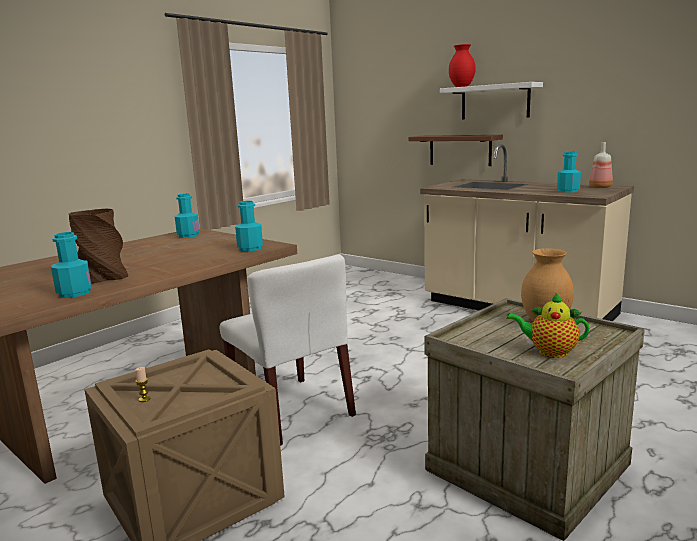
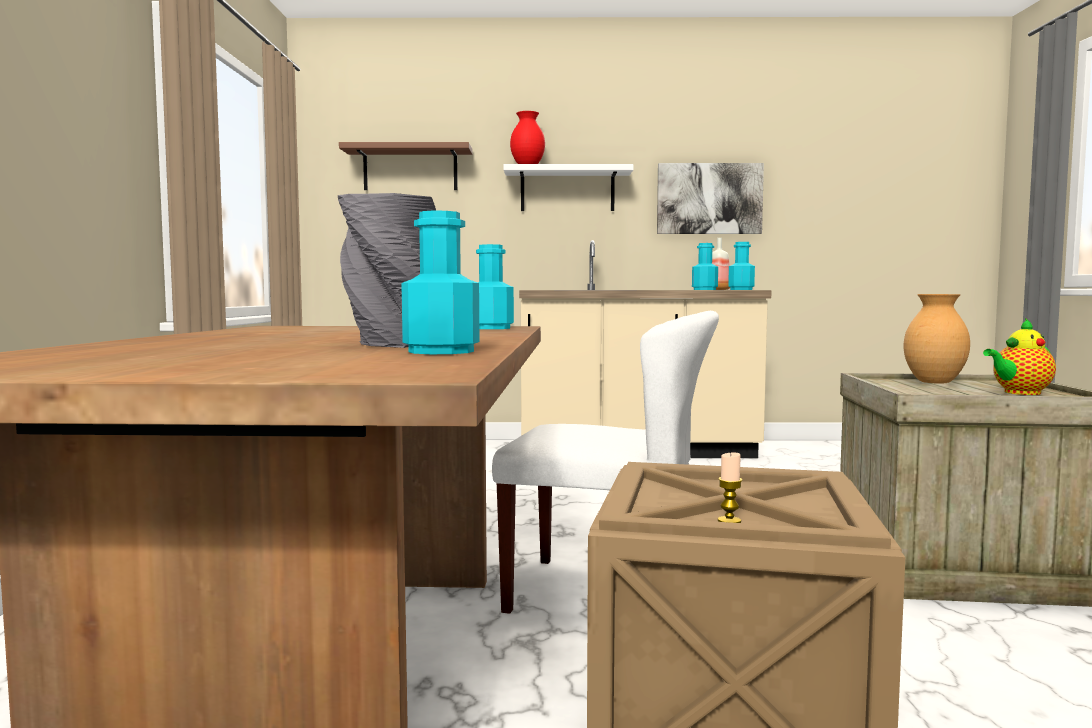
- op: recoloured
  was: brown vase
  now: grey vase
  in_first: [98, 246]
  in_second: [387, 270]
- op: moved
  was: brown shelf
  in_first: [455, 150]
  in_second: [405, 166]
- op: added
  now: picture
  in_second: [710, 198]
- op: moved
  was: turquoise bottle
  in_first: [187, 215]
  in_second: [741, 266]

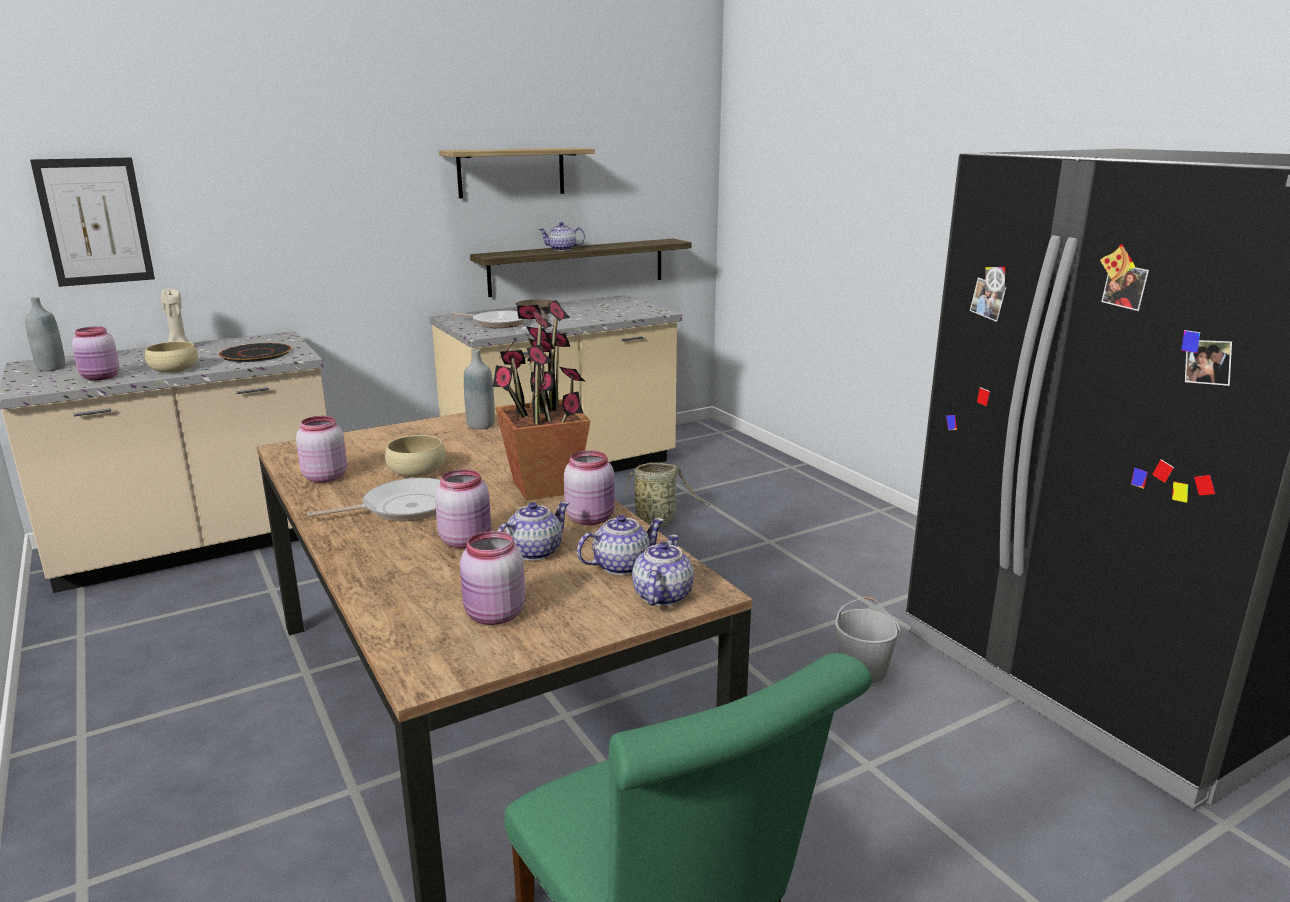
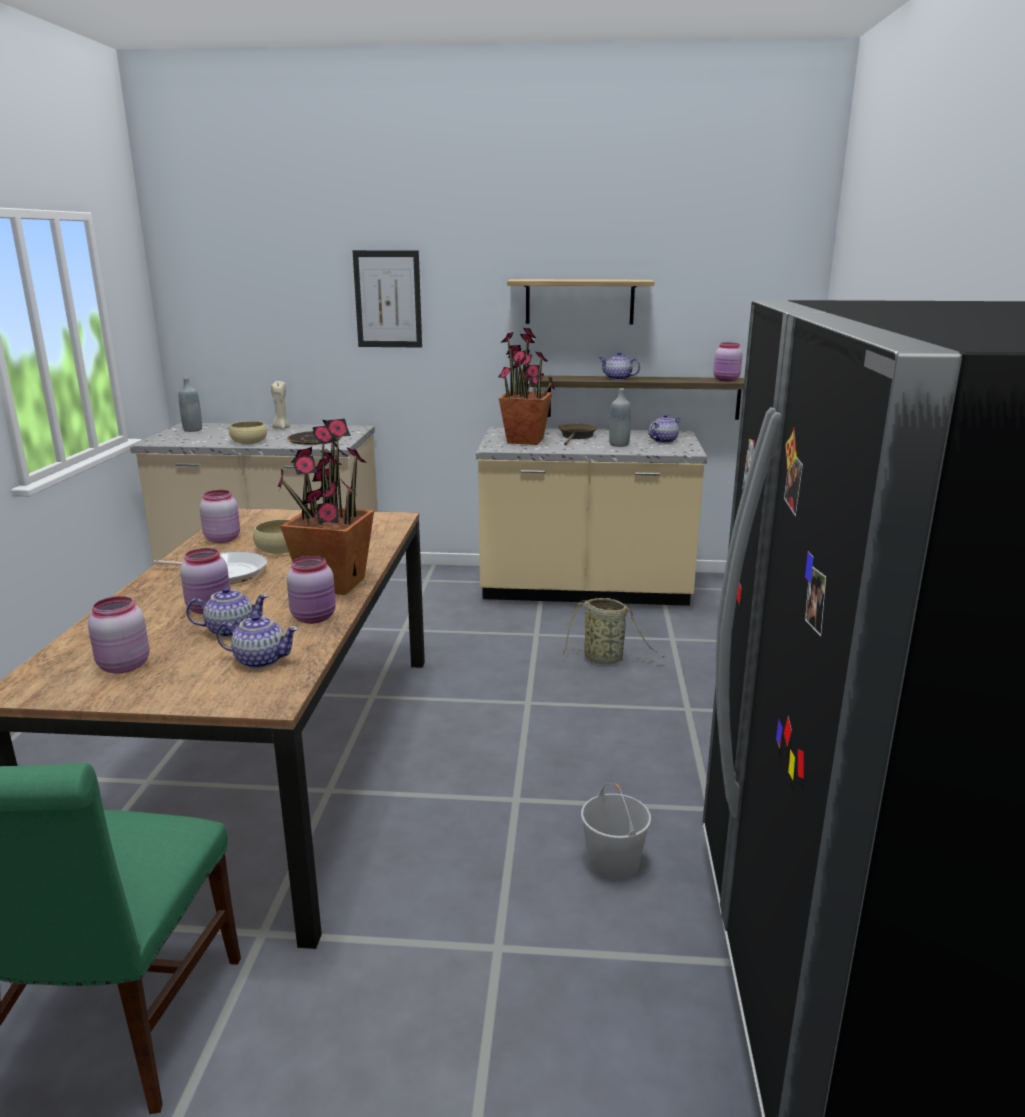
- op: moved
  was: picture
  in_first: [92, 222]
  in_second: [387, 299]
- op: replaced
  was: frying pan
  now: potted plant
  in_first: [489, 319]
  in_second: [526, 386]
- op: moved
  was: grey bottle
  in_first: [479, 389]
  in_second: [620, 418]
- op: moved
  was: teapot
  in_first: [663, 570]
  in_second: [664, 428]
- op: moved
  was: pink jar
  in_first: [95, 353]
  in_second: [728, 362]

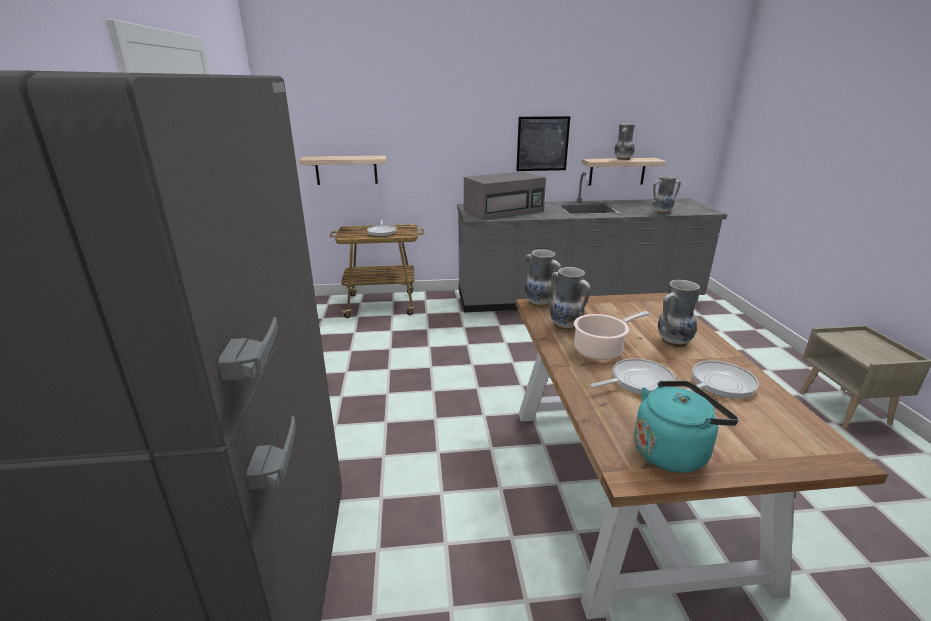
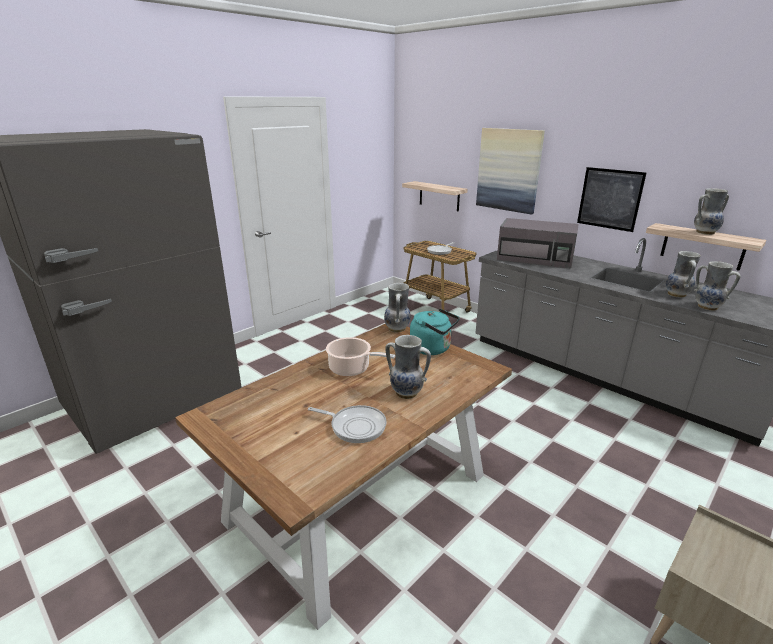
- op: moved
  was: turquoise kettle
  in_first: [686, 427]
  in_second: [435, 331]
- op: added
  now: picture
  in_second: [510, 171]
- op: moved
  was: vase
  in_first: [570, 299]
  in_second: [683, 274]
- op: removed
  was: frying pan
  in_first: [633, 376]

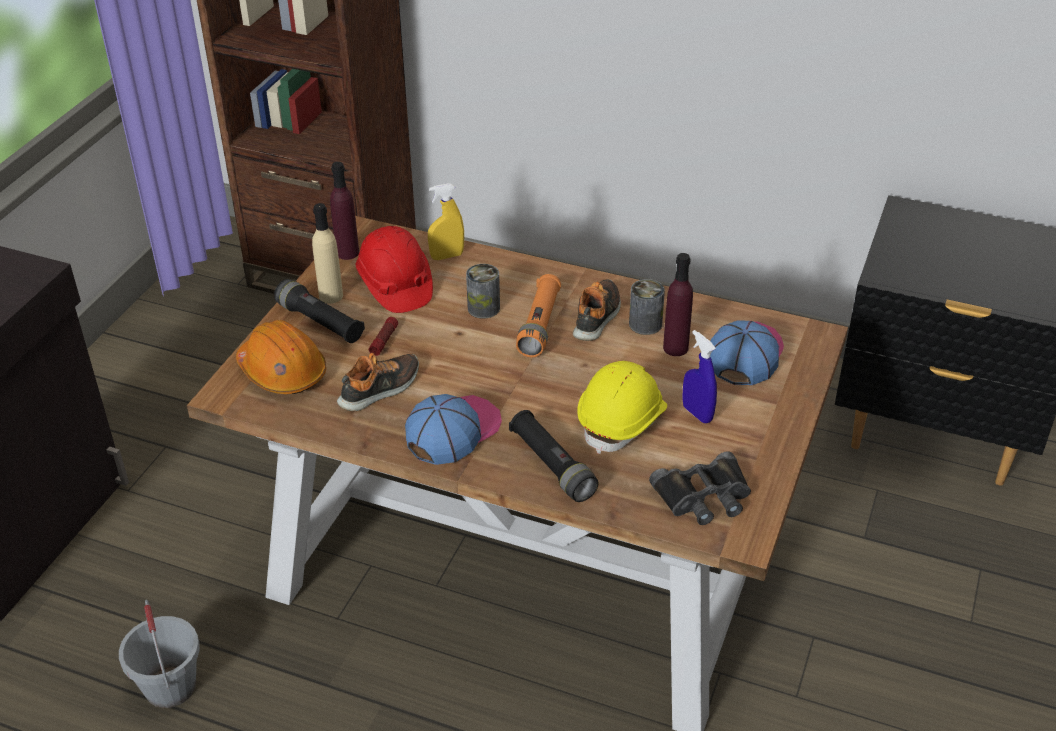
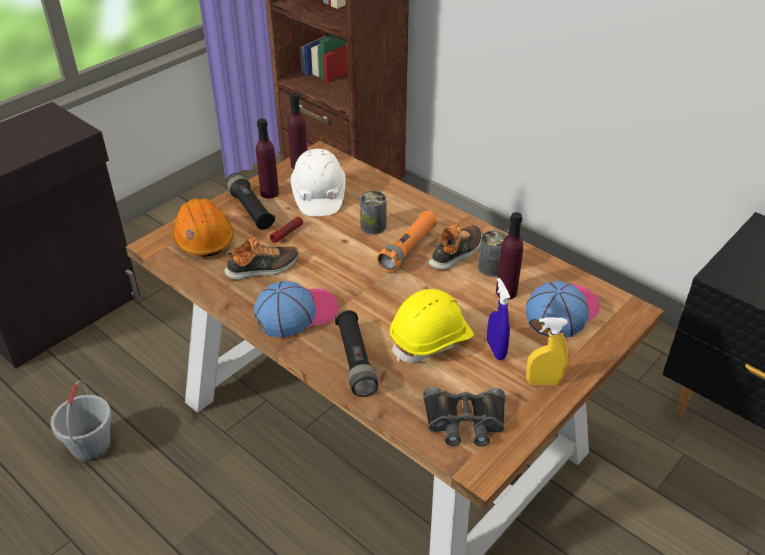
- op: recoloured
  was: beige bottle
  now: purple bottle
  in_first: [327, 253]
  in_second: [267, 158]
- op: recoloured
  was: red hard hat
  now: white hard hat
  in_first: [394, 269]
  in_second: [318, 182]
- op: moved
  was: yellow spray bottle
  in_first: [446, 221]
  in_second: [547, 351]

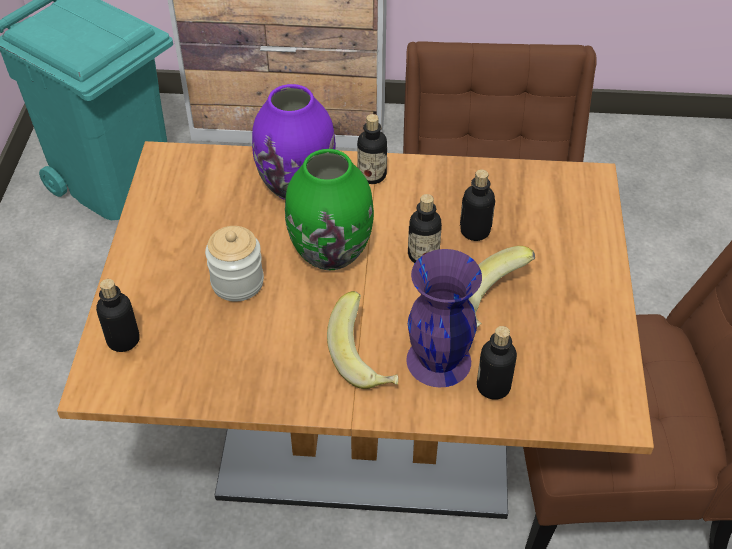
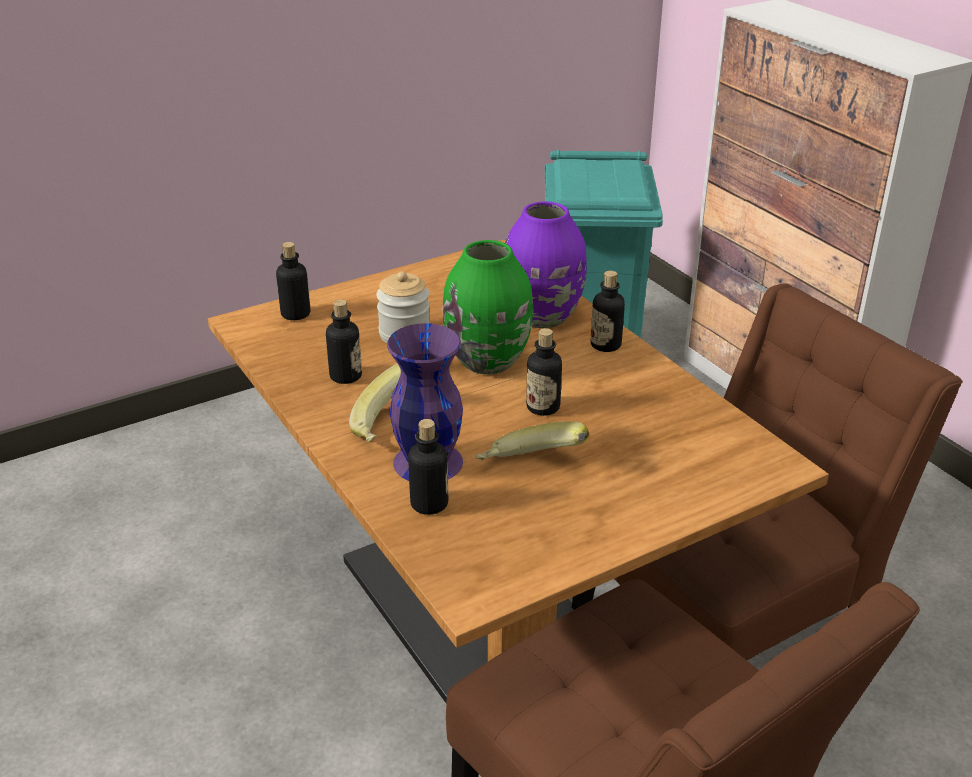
- op: moved
  was: bottle
  in_first: [477, 205]
  in_second: [344, 341]

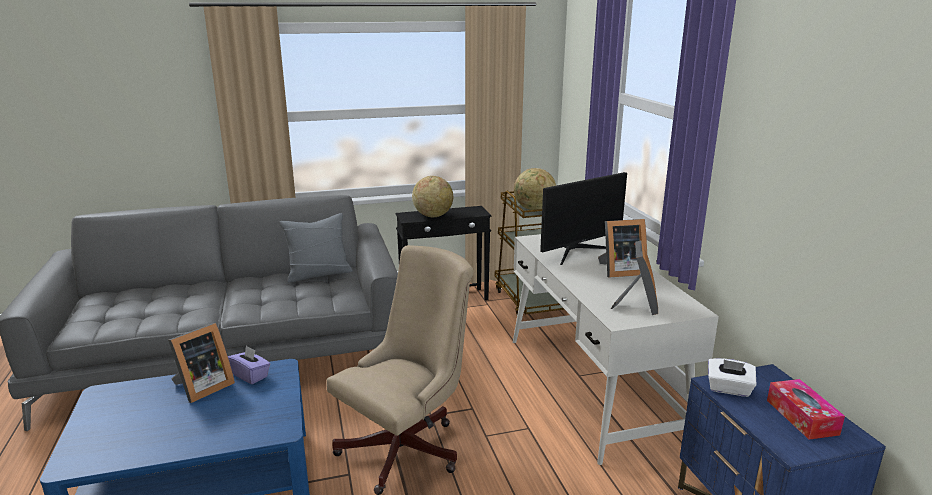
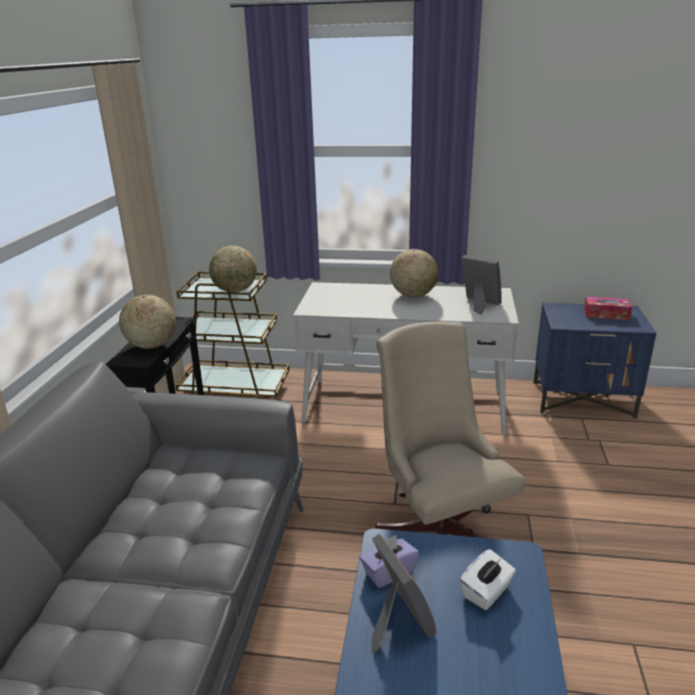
- op: replaced
  was: picture frame
  now: globe
  in_first: [622, 248]
  in_second: [414, 273]
- op: moved
  was: white tissue box
  in_first: [732, 377]
  in_second: [488, 579]
- op: removed
  was: grey pillow
  in_first: [316, 248]
- op: removed
  was: monitor
  in_first: [583, 218]

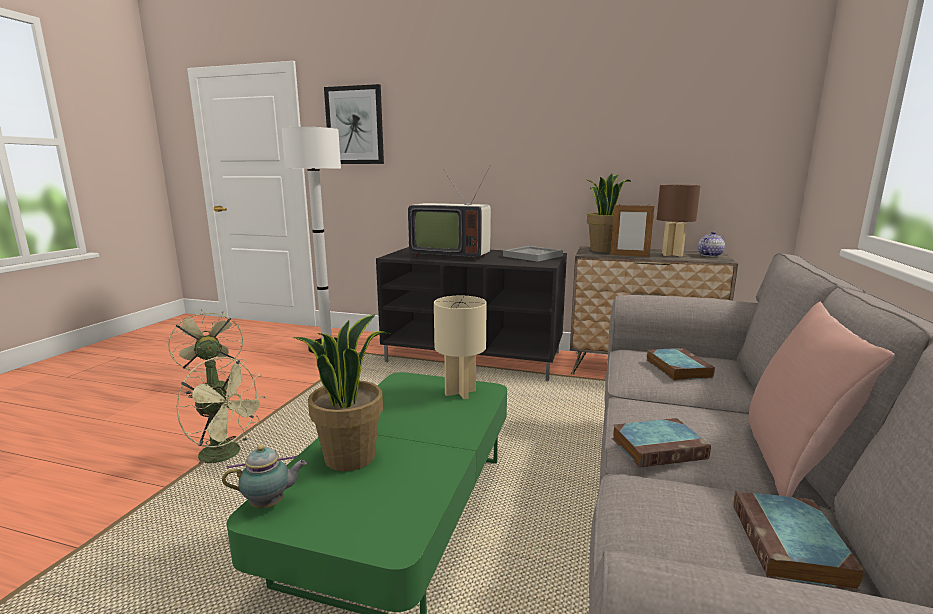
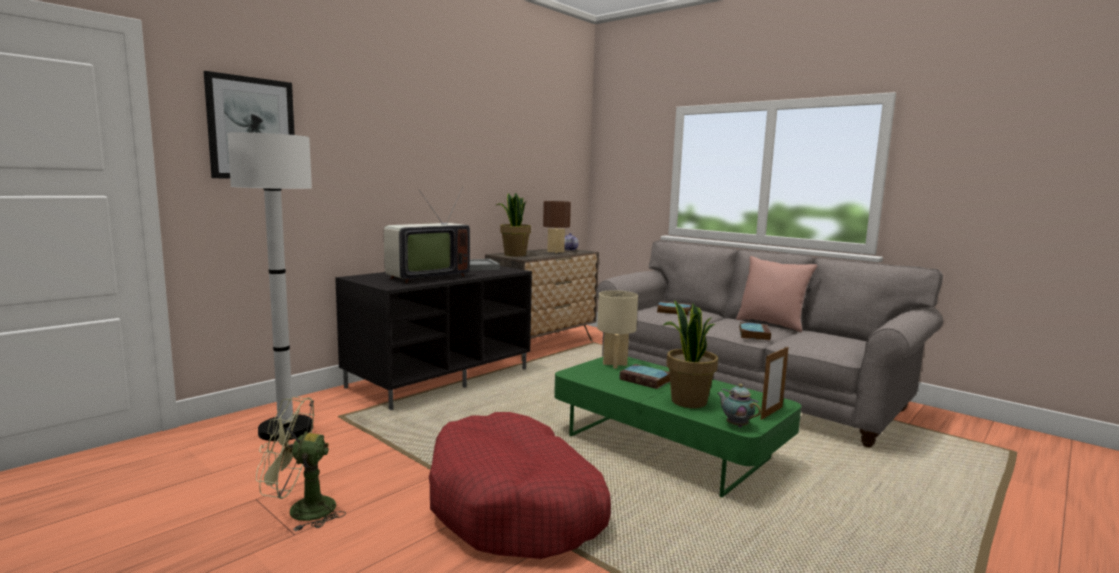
- op: replaced
  was: green fan
  now: red dog bed
  in_first: [221, 410]
  in_second: [520, 485]
- op: moved
  was: book
  in_first: [799, 541]
  in_second: [645, 376]
- op: turned
  was: teapot
  in_first: [264, 476]
  in_second: [739, 405]
  clockwise: -45
- op: moved
  was: picture frame
  in_first: [632, 230]
  in_second: [775, 383]

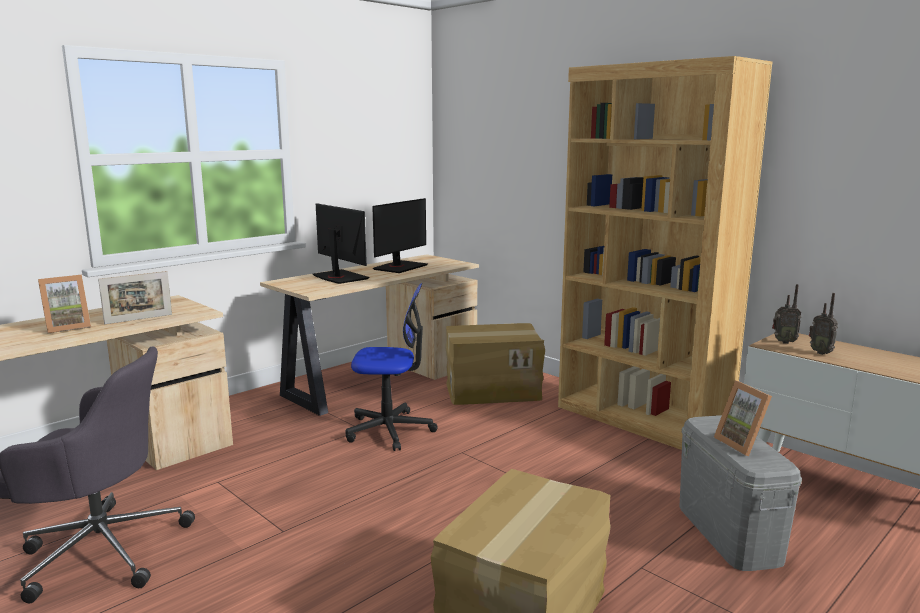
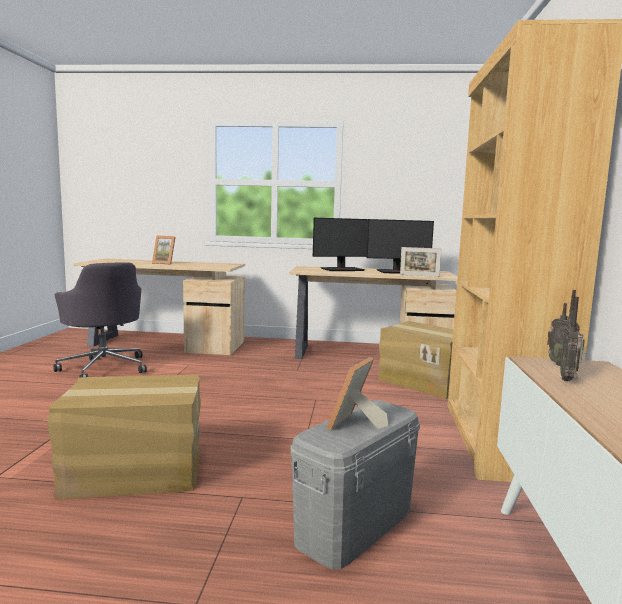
- op: turned
  was: monitor
  in_first: [341, 243]
  in_second: [340, 244]
  clockwise: 60
- op: moved
  was: picture frame
  in_first: [135, 297]
  in_second: [420, 262]
- op: removed
  was: office chair
  in_first: [391, 367]

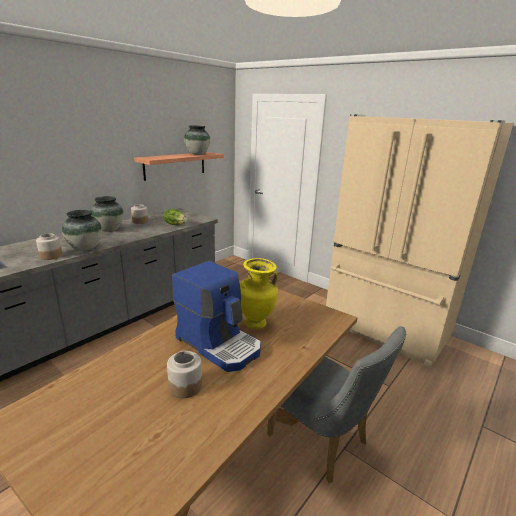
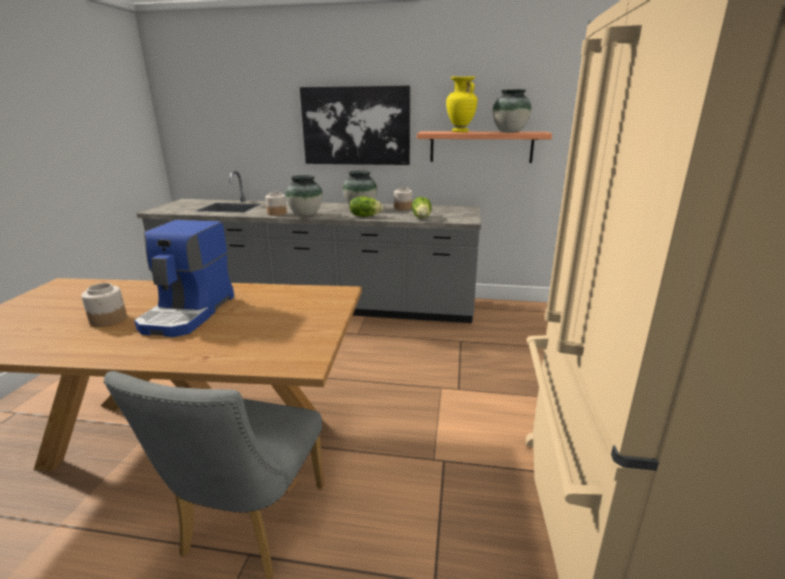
- op: added
  now: picture
  in_second: [355, 125]
- op: added
  now: lettuce
  in_second: [366, 206]
- op: moved
  was: yellow vase
  in_first: [259, 293]
  in_second: [461, 104]

